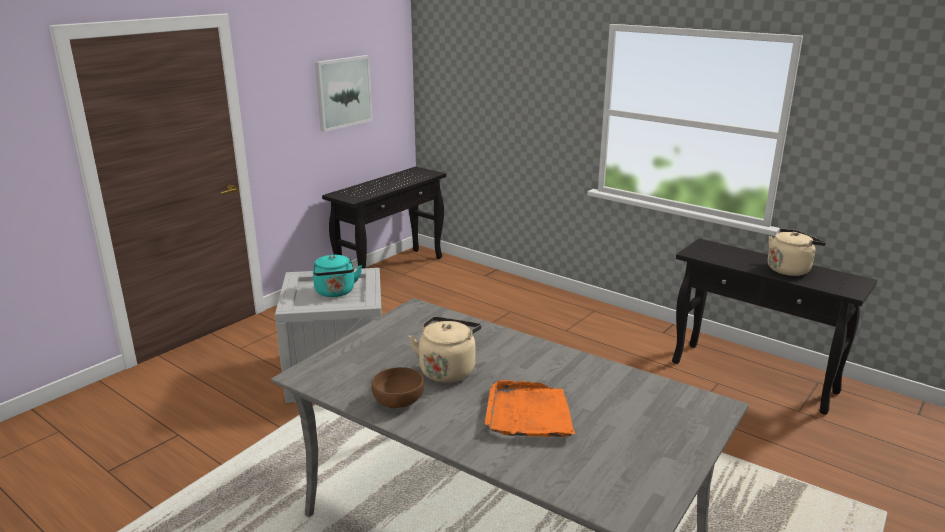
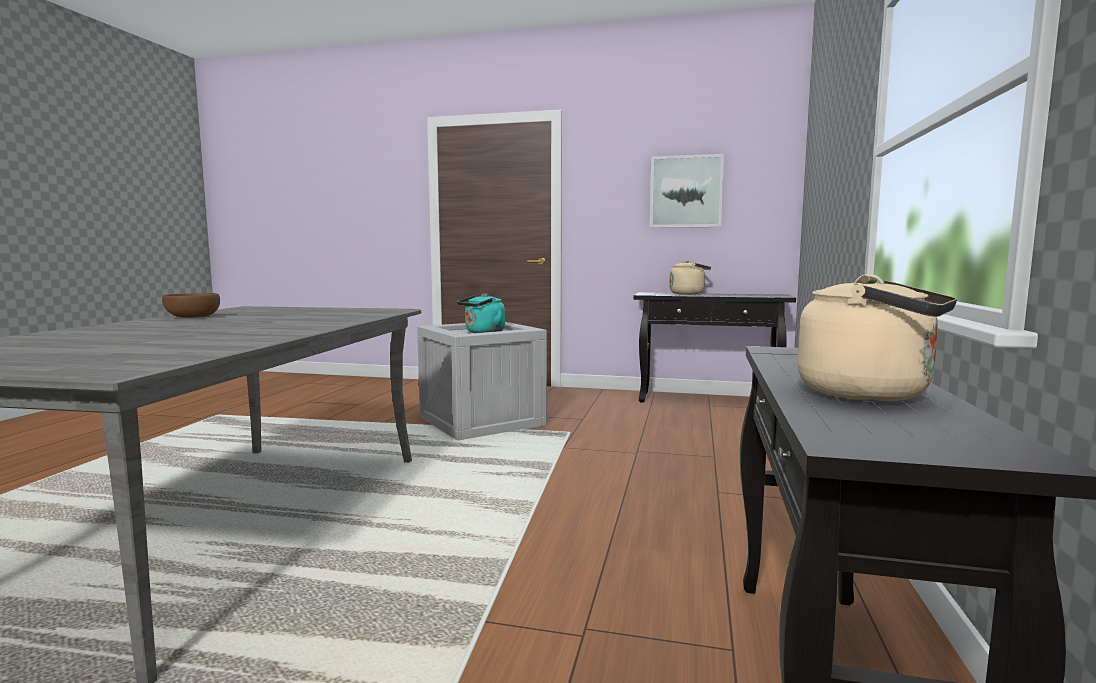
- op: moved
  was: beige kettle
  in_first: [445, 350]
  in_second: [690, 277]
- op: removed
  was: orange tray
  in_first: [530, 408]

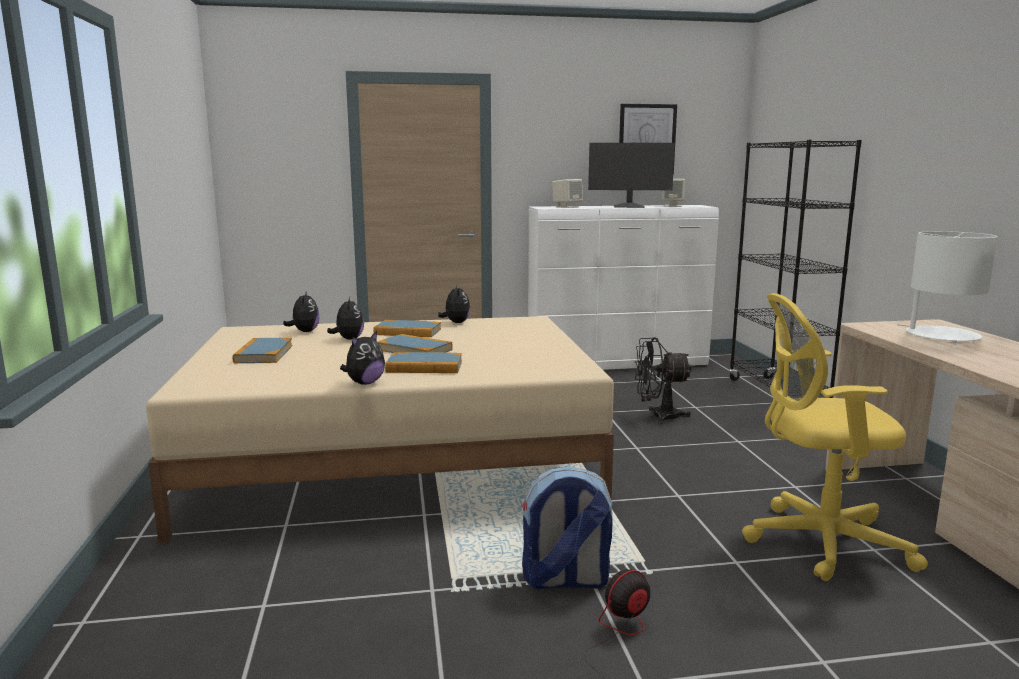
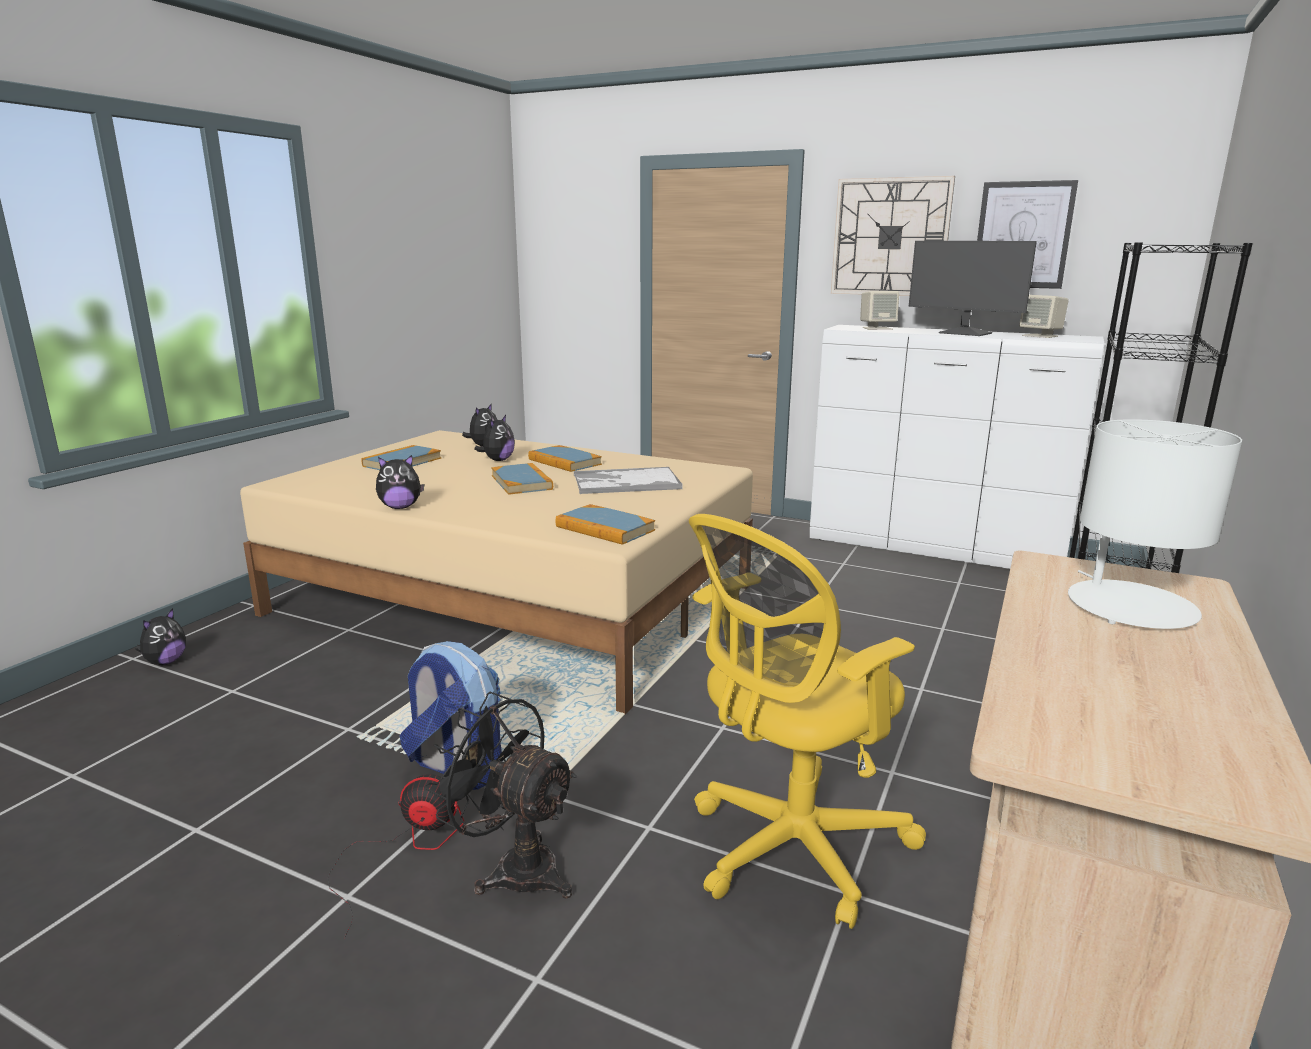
- op: moved
  was: plush toy
  in_first: [454, 304]
  in_second: [161, 636]
- op: moved
  was: black fan
  in_first: [663, 380]
  in_second: [501, 795]
- op: moved
  was: book
  in_first: [423, 362]
  in_second: [605, 524]
- op: added
  now: tray
  in_second: [628, 480]
- op: turned
  was: yellow office chair
  in_first: [835, 437]
  in_second: [807, 721]
  clockwise: -75
- op: added
  now: wall clock
  in_second: [893, 236]

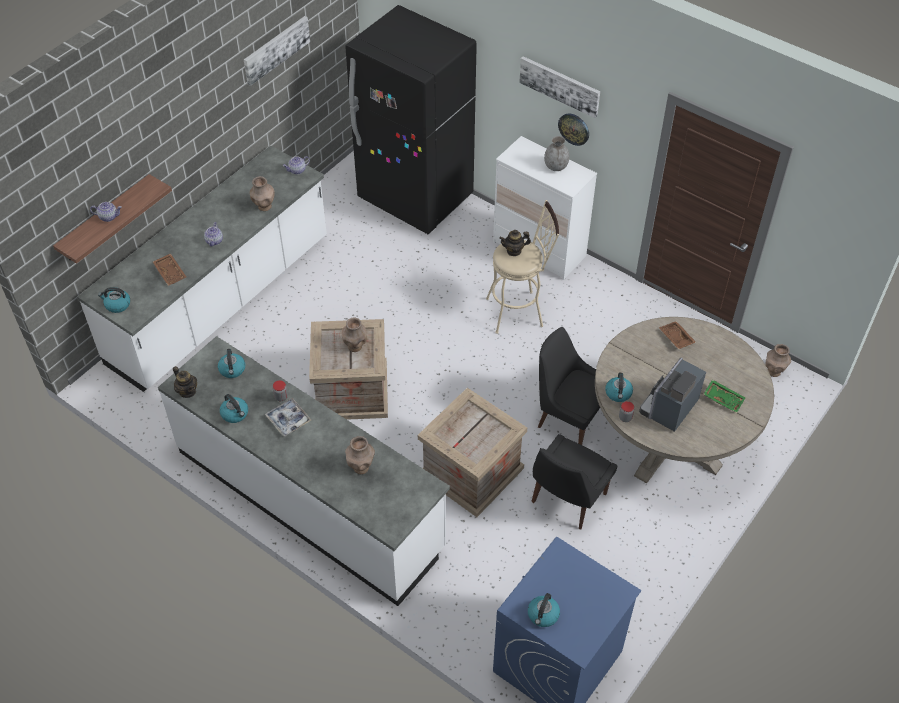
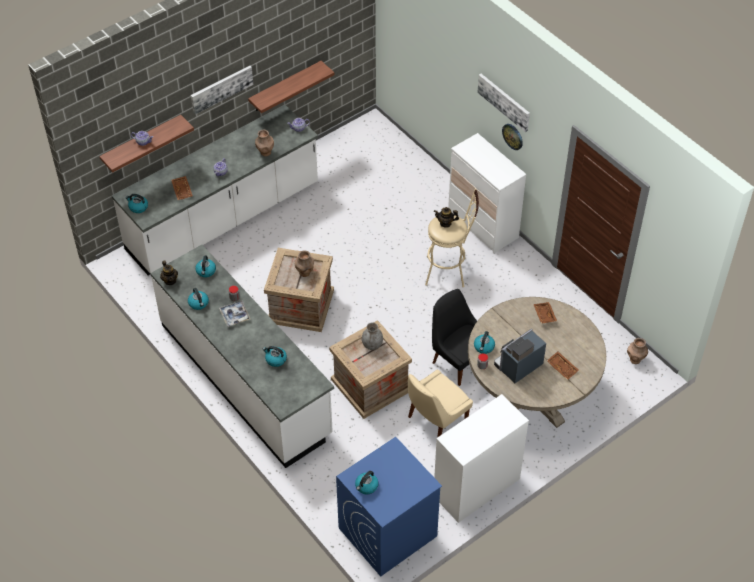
- op: moved
  was: picture
  in_first: [277, 51]
  in_second: [222, 90]
- op: added
  now: shelf
  in_second: [291, 87]
- op: replaced
  was: brown vase
  now: kettle
  in_first: [360, 455]
  in_second: [275, 356]
- op: moved
  was: grey vase
  in_first: [557, 153]
  in_second: [372, 336]
- op: recoloured
  was: black chair
  now: beige chair
  in_first: [575, 481]
  in_second: [440, 404]
- op: added
  now: white dresser
  in_second: [481, 458]
- op: recoloured
  was: green tray
  now: brown tray
  in_first: [725, 396]
  in_second: [563, 366]
- op: removed
  was: black fridge
  in_first: [411, 119]

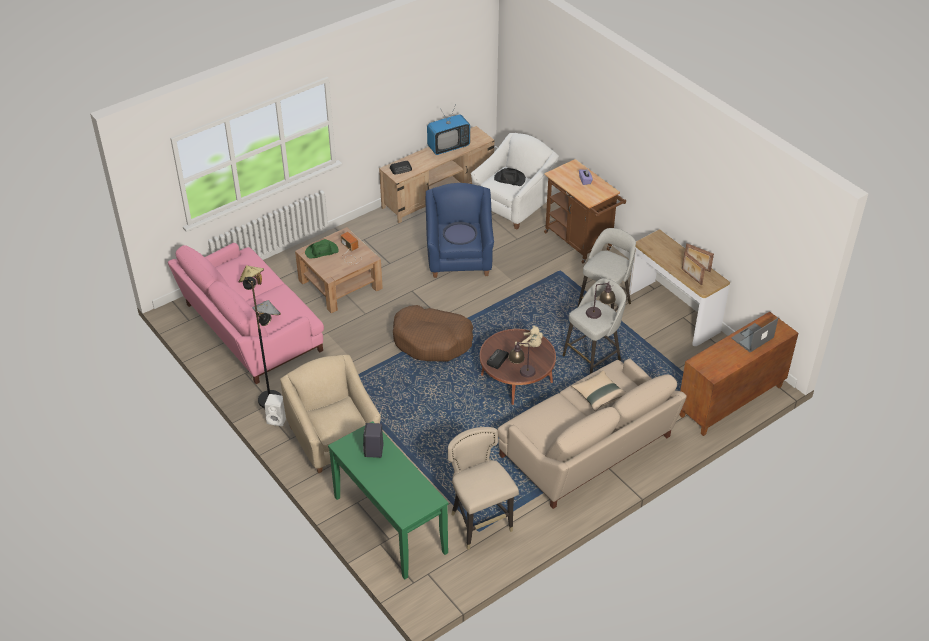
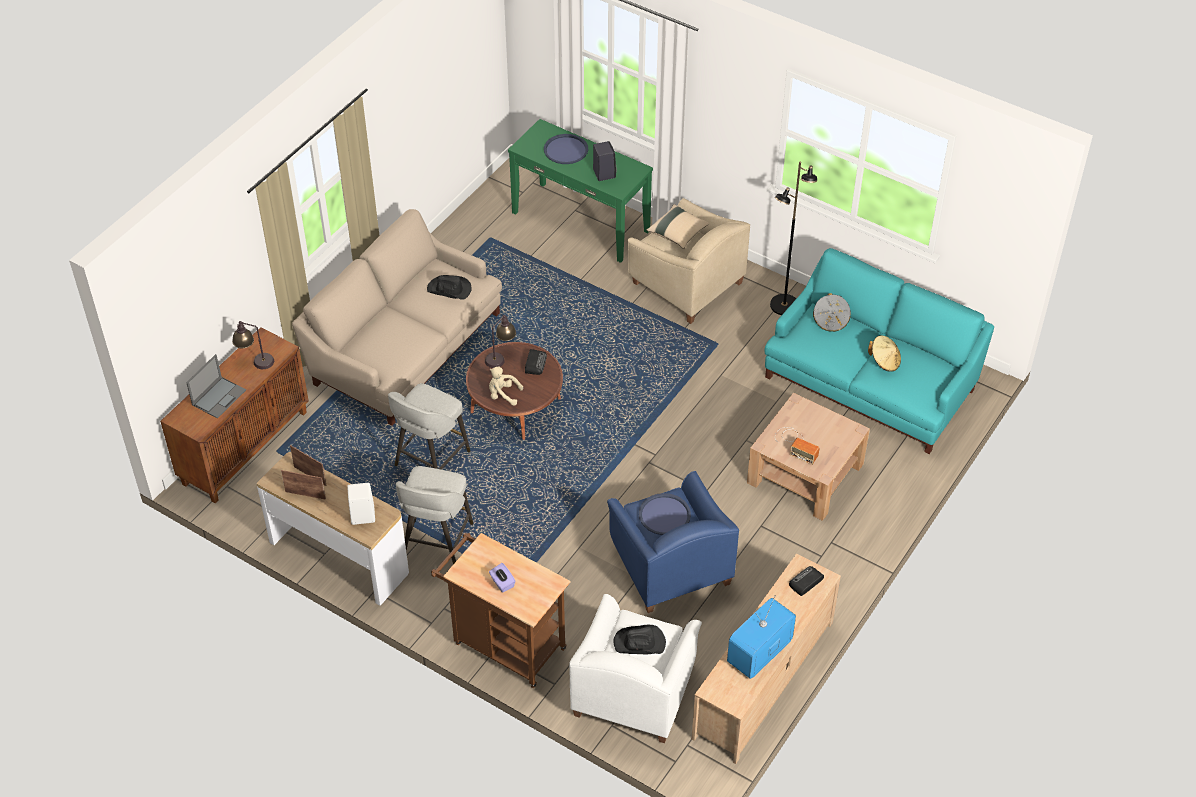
- op: moved
  was: table lamp
  in_first: [601, 301]
  in_second: [253, 345]
- op: moved
  was: white speaker
  in_first: [275, 410]
  in_second: [361, 504]
- op: added
  now: black hat
  in_second: [449, 287]
- op: added
  now: blue tray
  in_second: [566, 149]
- op: moved
  was: beige pillow
  in_first: [599, 390]
  in_second: [678, 226]
- op: recoloured
  was: pink sofa
  now: turquoise sofa
  in_first: [246, 313]
  in_second: [879, 351]
- op: removed
  was: green hat
  in_first: [322, 249]
- op: removed
  was: brown dog bed
  in_first: [433, 333]
- op: removed
  was: beige stool
  in_first: [483, 488]

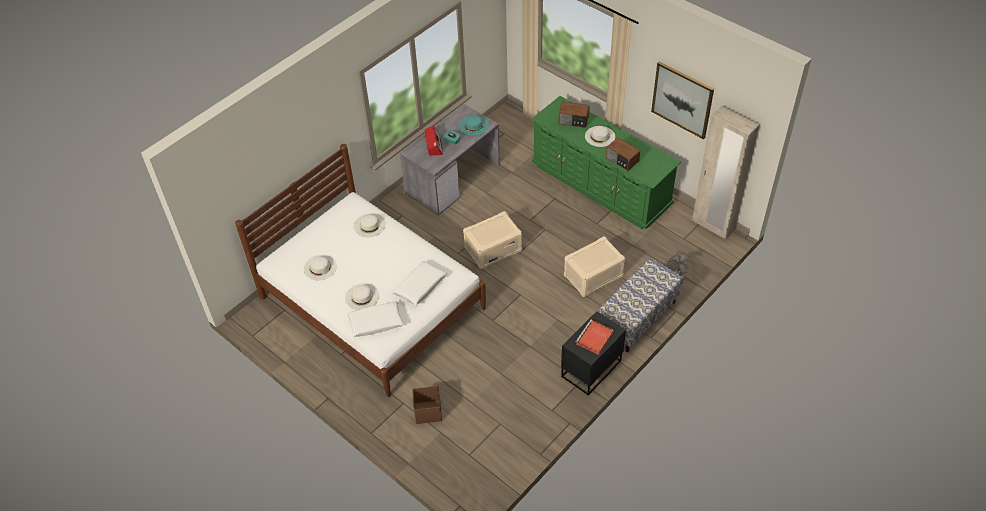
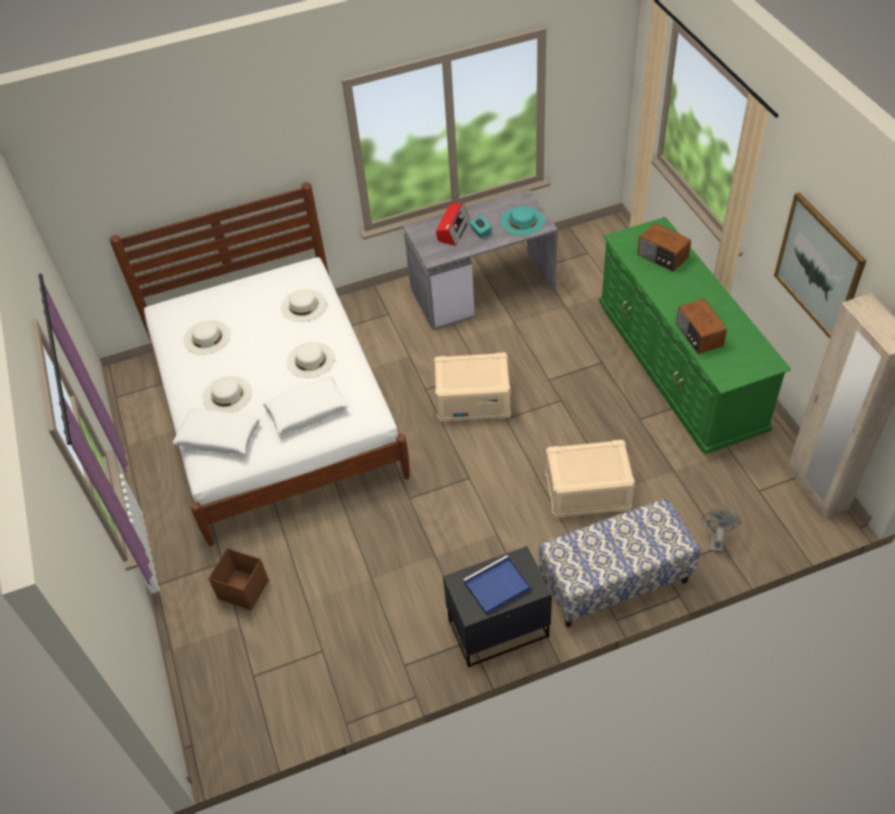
- op: moved
  was: white hat
  in_first: [600, 136]
  in_second: [310, 360]
- op: recoloured
  was: red tray
  now: blue tray
  in_first: [595, 337]
  in_second: [497, 585]

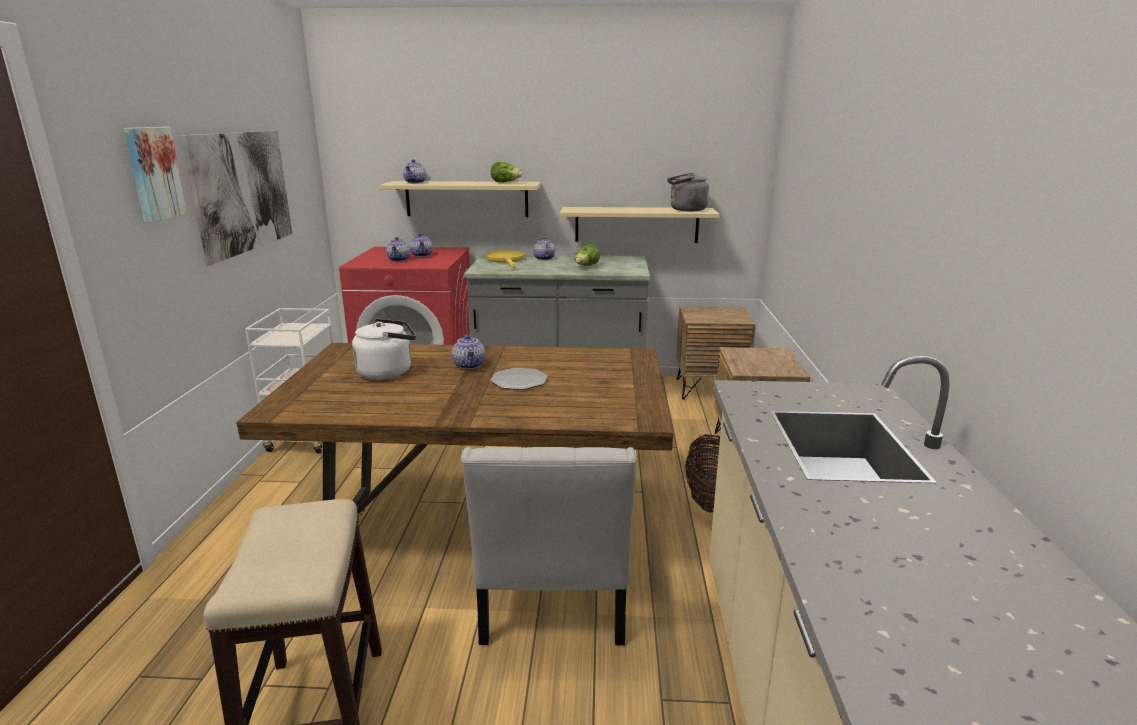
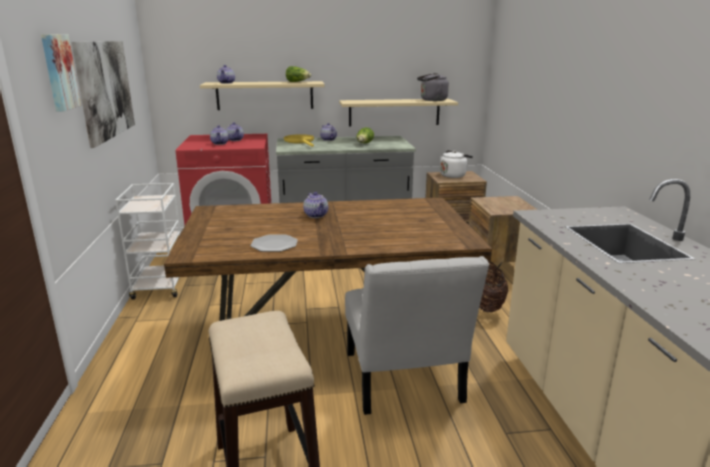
- op: moved
  was: plate
  in_first: [519, 379]
  in_second: [274, 243]
- op: moved
  was: white kettle
  in_first: [384, 349]
  in_second: [456, 164]

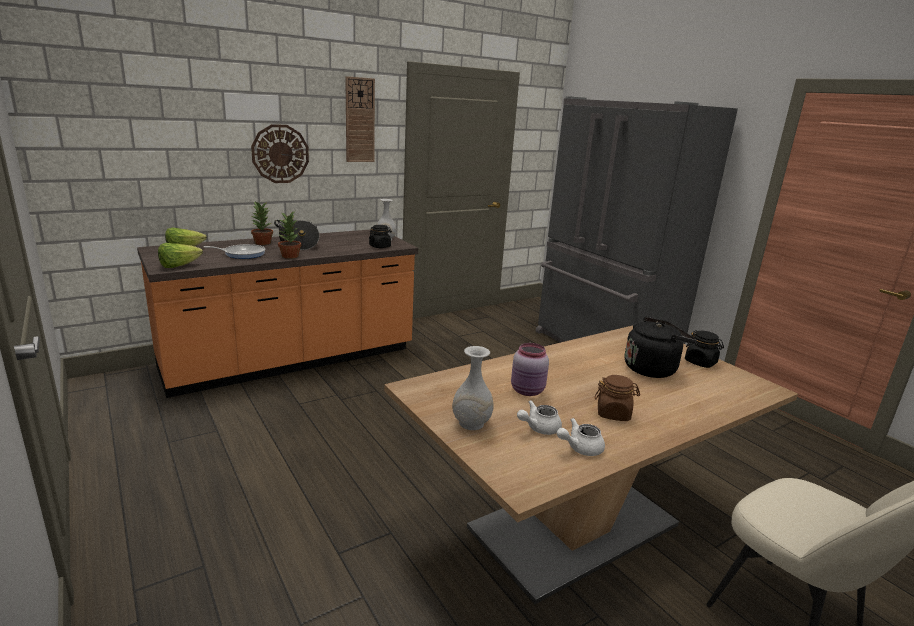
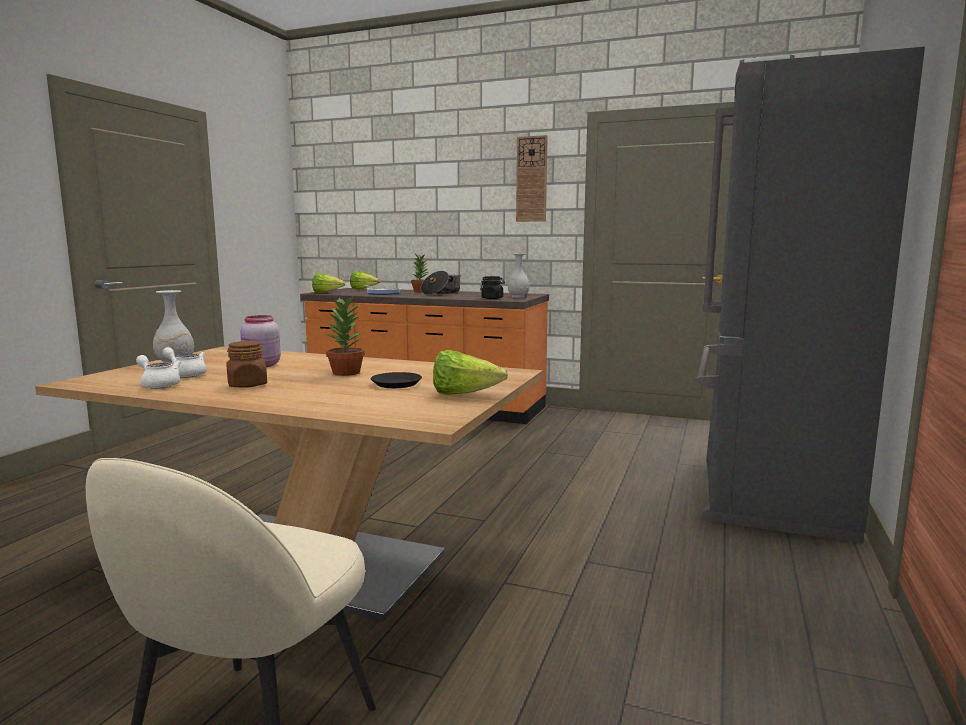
- op: moved
  was: potted plant
  in_first: [289, 235]
  in_second: [345, 336]
- op: replaced
  was: black kettle
  now: black plate
  in_first: [661, 347]
  in_second: [396, 380]
- op: replaced
  was: black jar
  now: lettuce
  in_first: [704, 349]
  in_second: [470, 372]
- op: removed
  was: wall clock
  in_first: [280, 153]

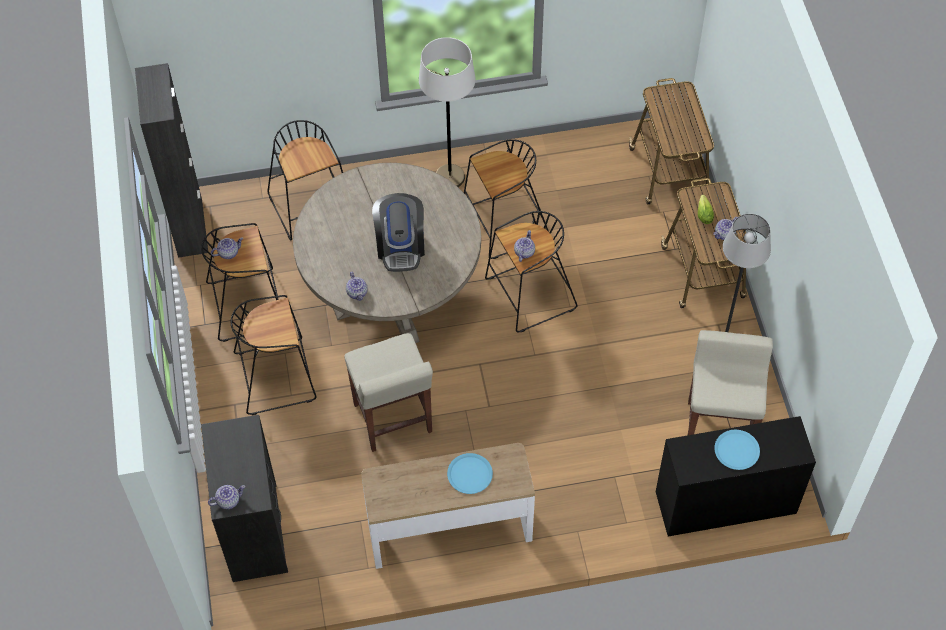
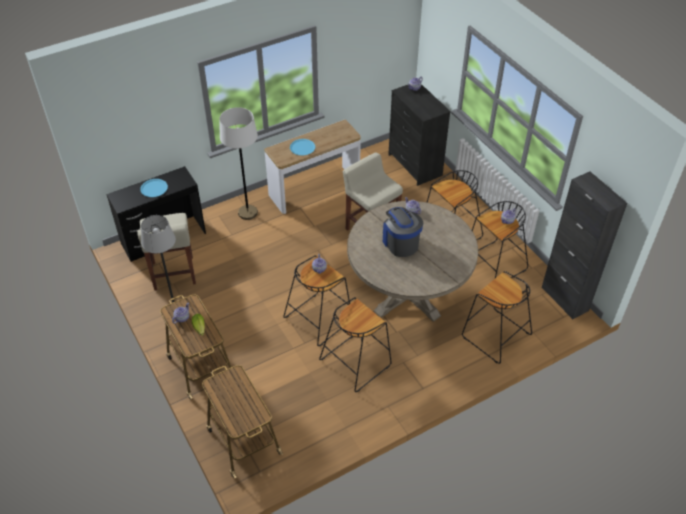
- op: moved
  was: white floor lamp
  in_first: [447, 112]
  in_second: [238, 163]

